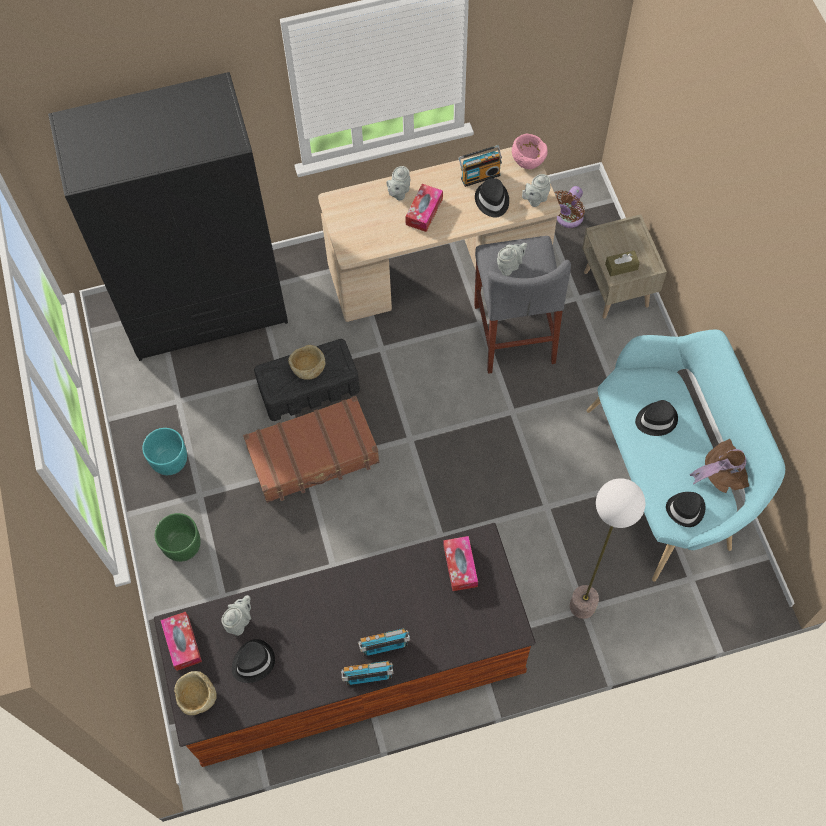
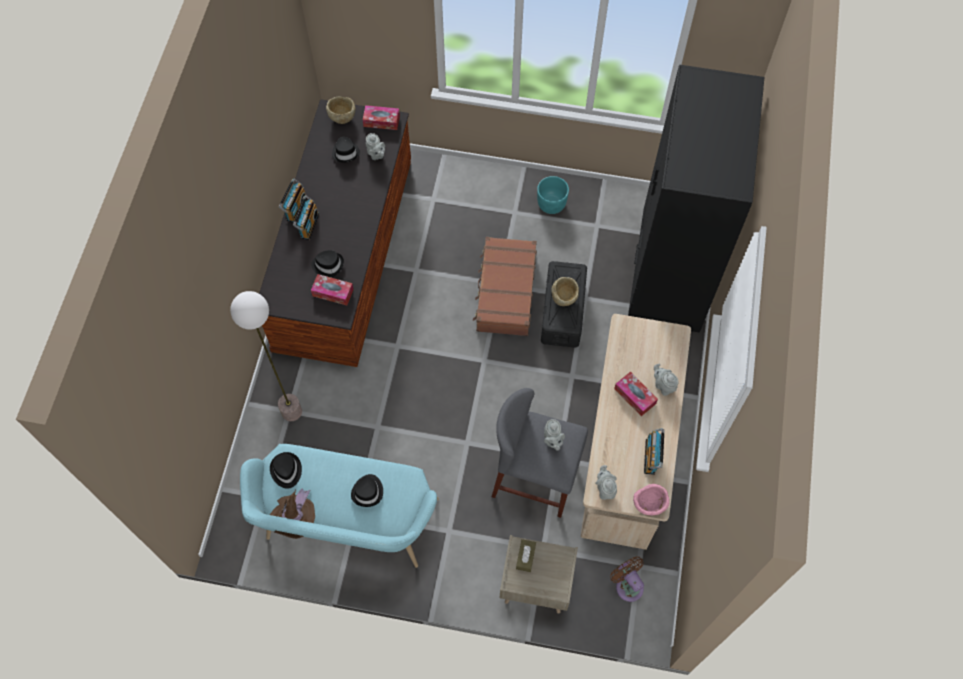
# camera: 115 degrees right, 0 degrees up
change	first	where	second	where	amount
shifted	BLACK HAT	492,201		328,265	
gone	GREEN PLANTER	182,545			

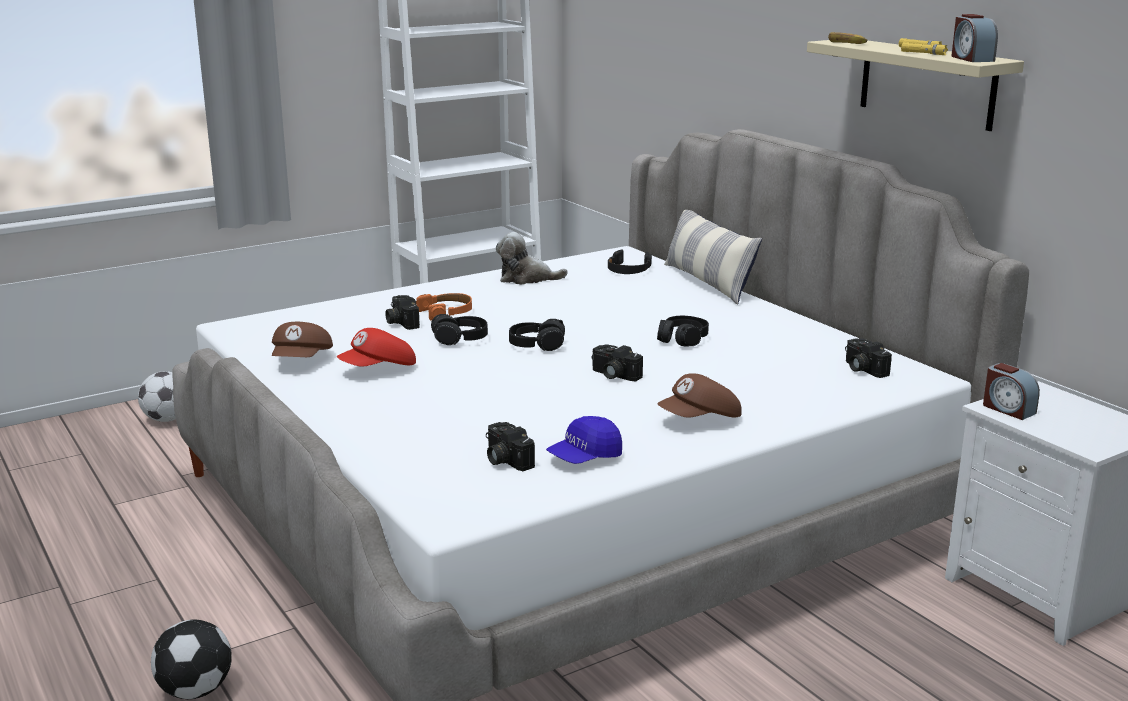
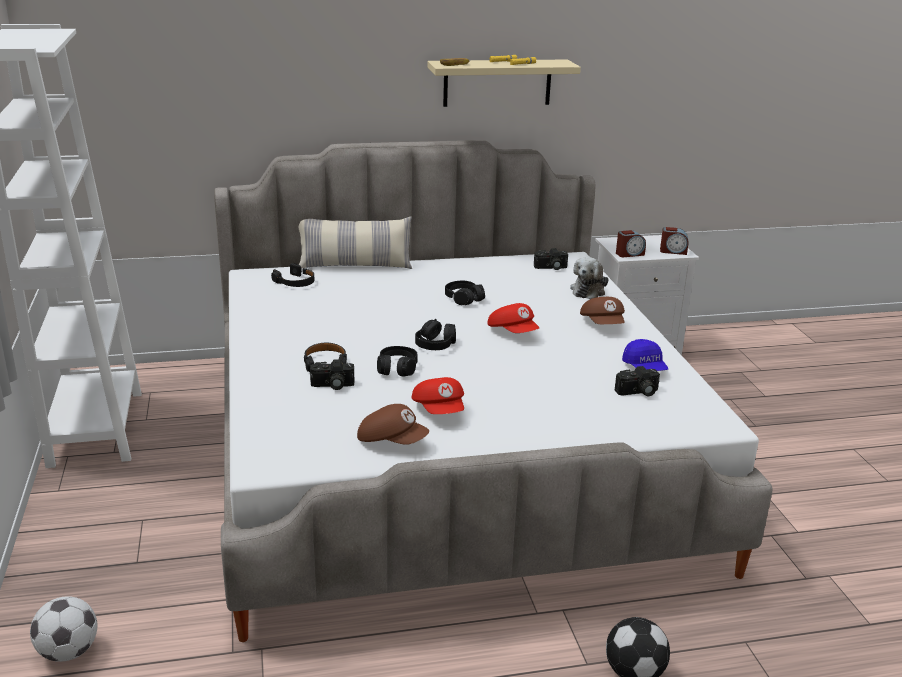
# camera: 70 degrees left, 5 degrees up
change	first	where	second	where	amount
repainted	ORANGE HEADPHONES	446,312	BLACK HEADPHONES	325,363	
swapped	PHOTO CAMERA	613,375	RED CAP	513,332	
shifted	PLUSH TOY	526,278		588,290	
shifted	ALARM CLOCK	971,59		673,251	

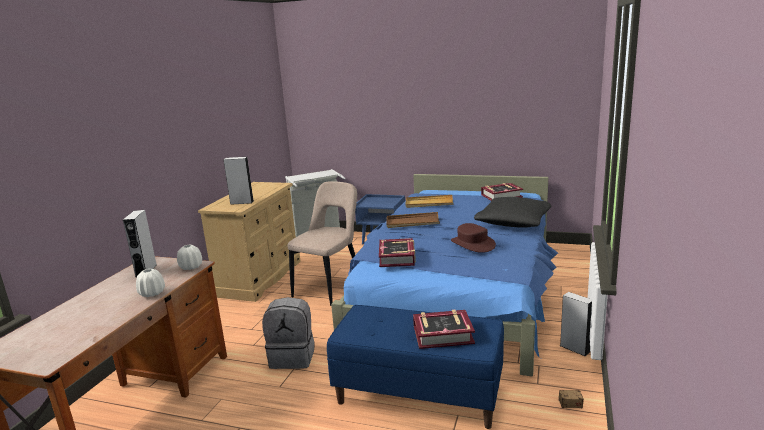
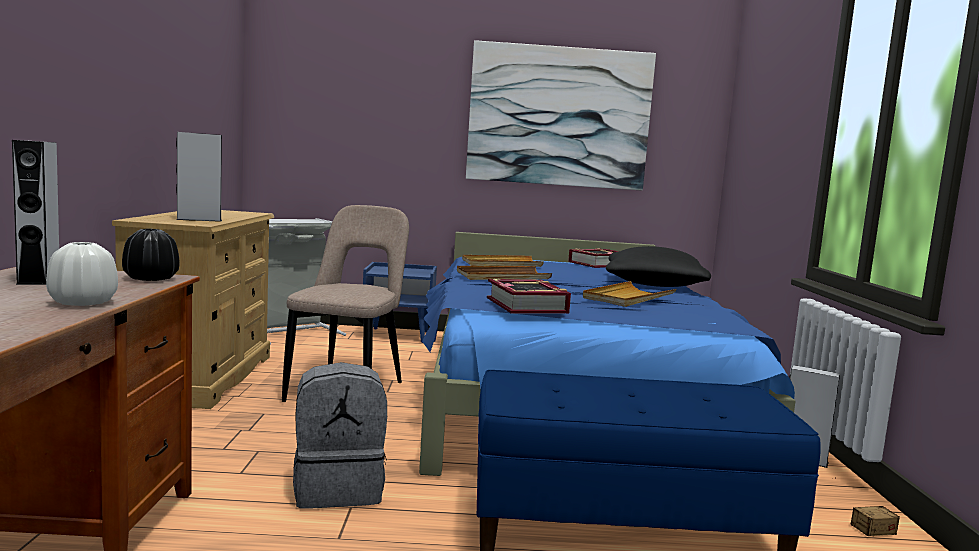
# camera: 20 degrees left, 10 degrees down
change	first	where	second	where	amount
repainted	WHITE VASE	191,267	BLACK VASE	151,279	
new			PICTURE	559,117	
swapped	BROWN HAT	472,244	BEIGE TRAY	628,298	
gone	BOOK	443,334			

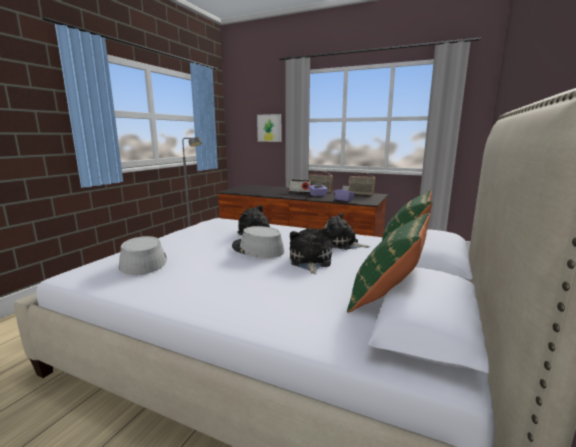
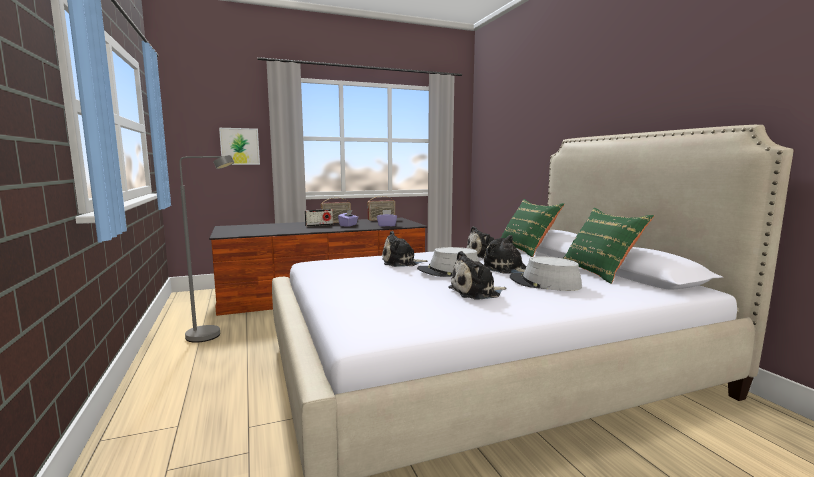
# camera: 45 degrees left, 5 degrees down
change	first	where	second	where	amount
new			PLUSH TOY	477,292	
shifted	GREY HAT	143,262		544,283	

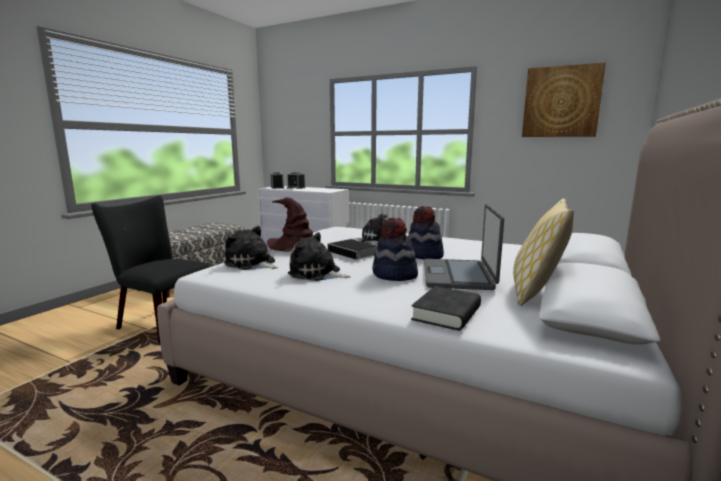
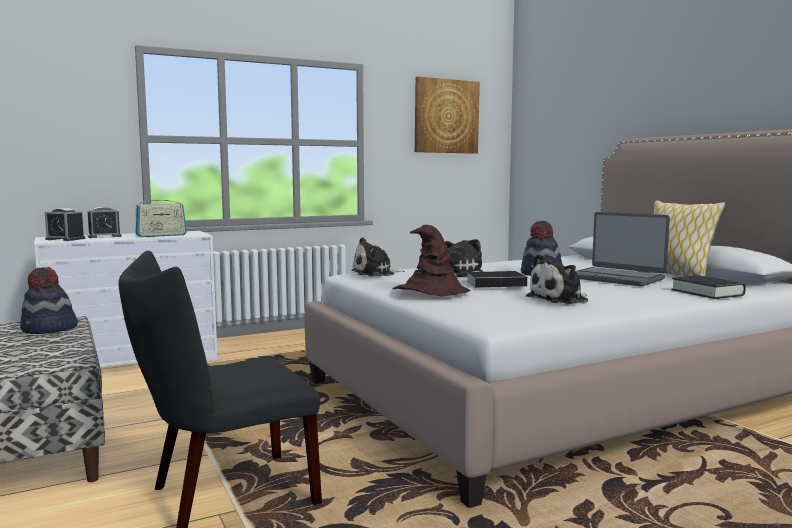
# camera: 55 degrees left, 5 degrees down
change	first	where	second	where	amount
shifted	HAT	394,275		49,329	
new			RADIO	161,235	
shifted	PLUSH TOY	252,264		375,273	

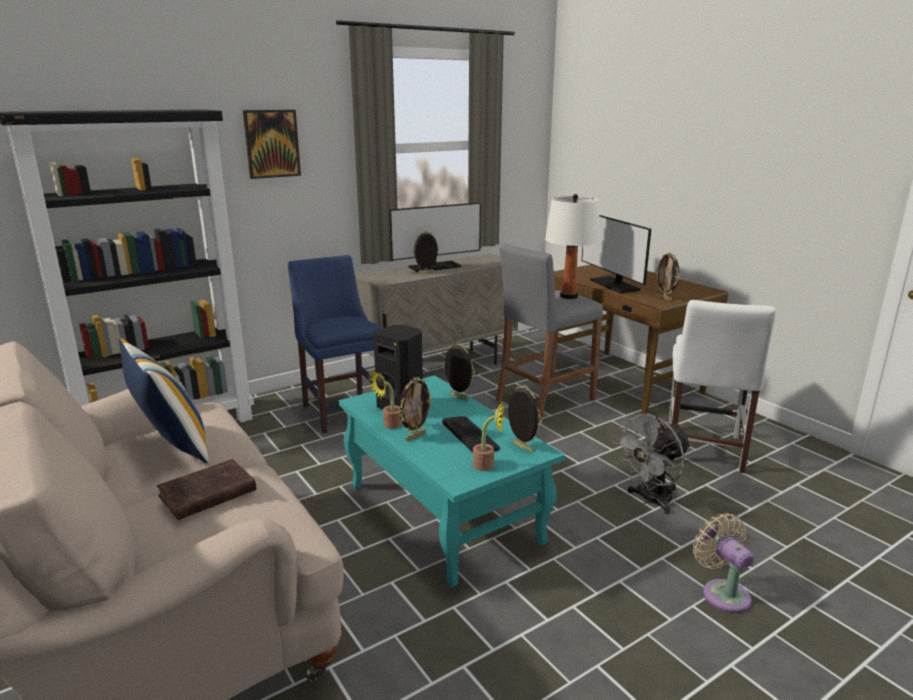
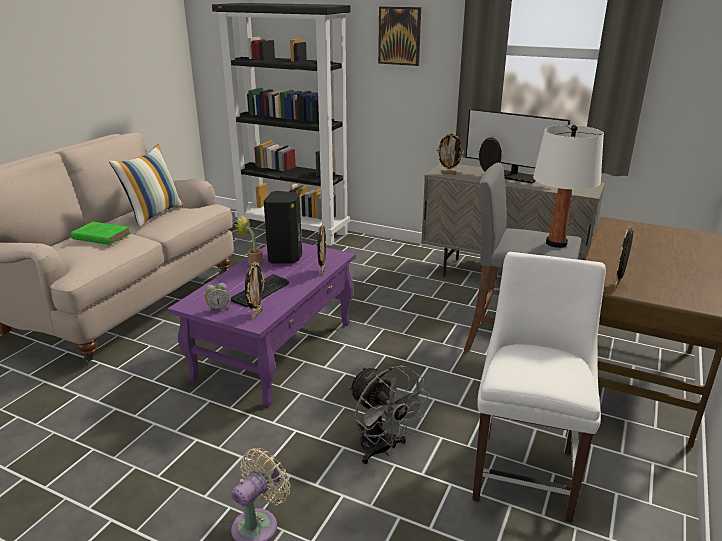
# camera: 60 degrees right, 5 degrees up
change	first	where	second	where	amount
repainted	BROWN BOOK	205,494	GREEN BOOK	100,236	
repainted	TURQUOISE COFFEE TABLE	442,512	PURPLE COFFEE TABLE	276,349	
swapped	POTTED PLANT	487,465	ALARM CLOCK	218,308	
rotated	GREY FAN	650,500		382,449	150 degrees counterclockwise
shifted	PICTURE FRAME	415,436		448,173	
rotated	WHITE CHAIR	703,451		525,470	120 degrees clockwise
gone	BLUE CHAIR	342,410			
gone	MONITOR	614,285			

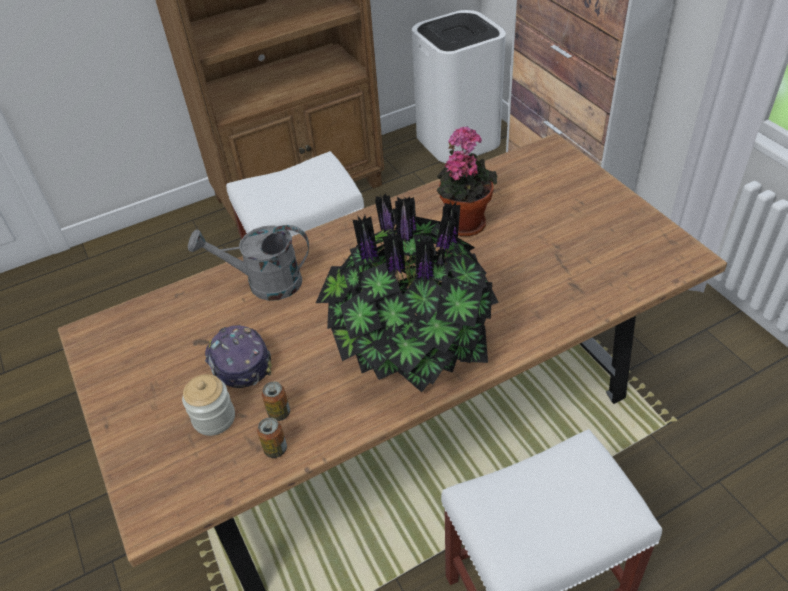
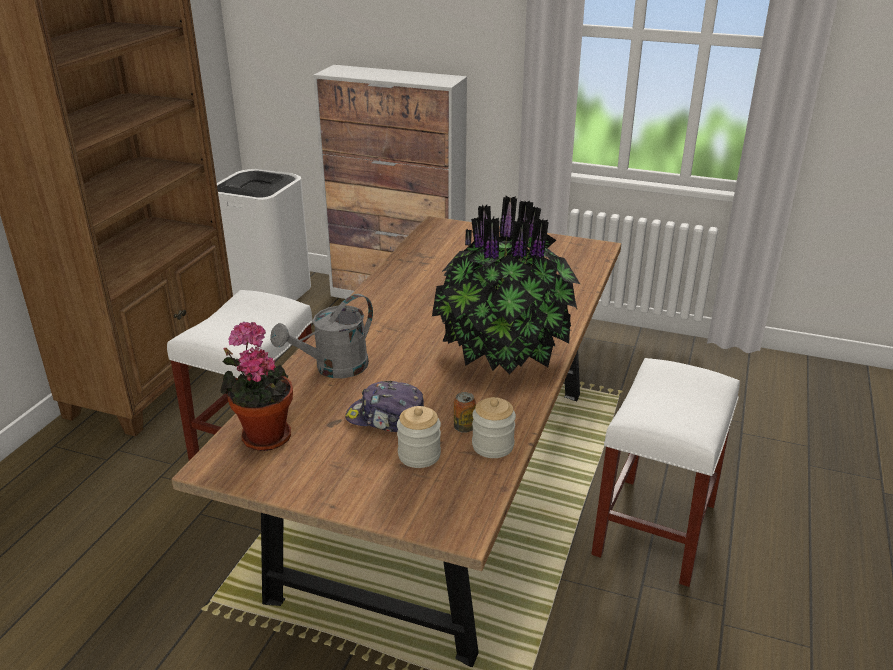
# camera: 45 degrees left, 15 degrees down
change	first	where	second	where	amount
shifted	POTTED PLANT	464,221		263,435	
swapped	CAN	275,449	JAR	492,446	

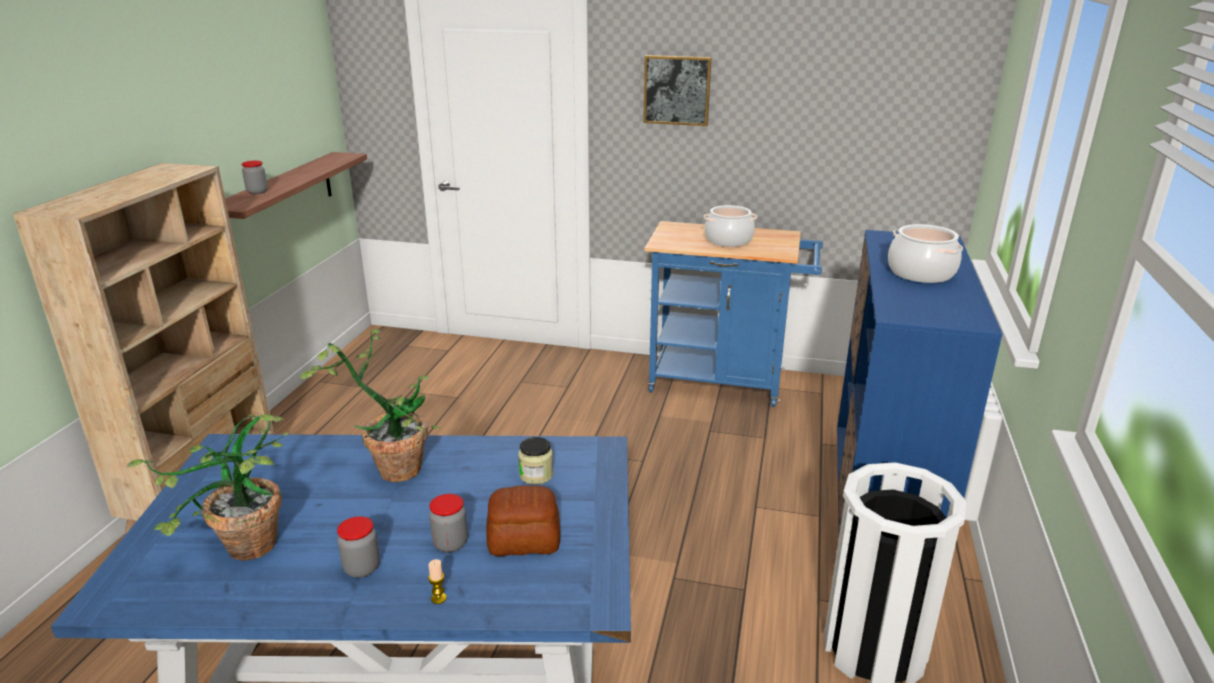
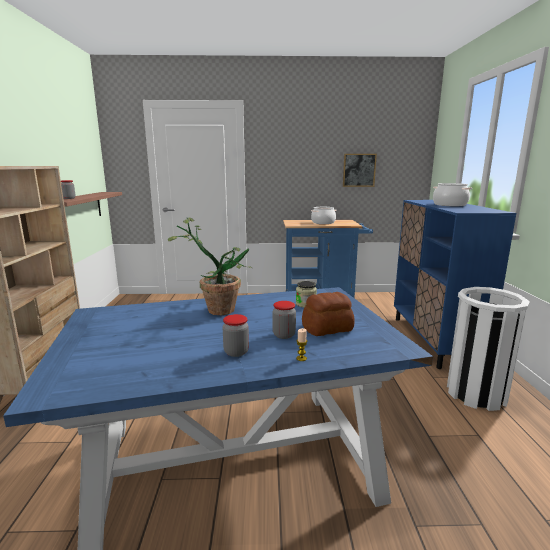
# camera: 15 degrees left, 10 degrees down
change	first	where	second	where	amount
shifted	PICTURE	677,90		359,170	
gone	POTTED PLANT	242,554			

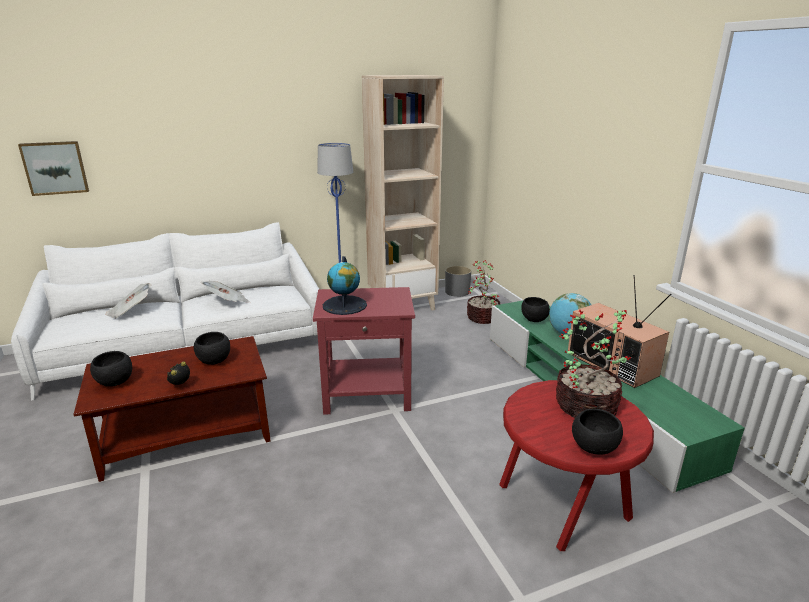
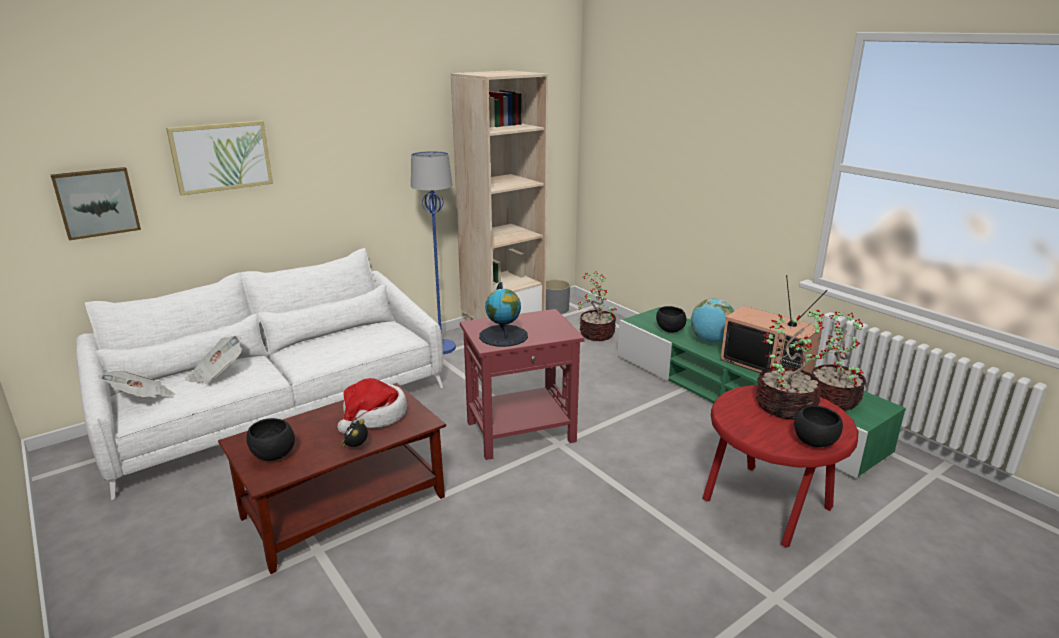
# camera: 15 degrees left, 0 degrees up
change	first	where	second	where	amount
shifted	NEWSPAPER	228,302		142,398	
new			PICTURE	221,156	
swapped	BLACK BOWL	214,361	HAT	374,416	
new			POTTED PLANT	832,398	

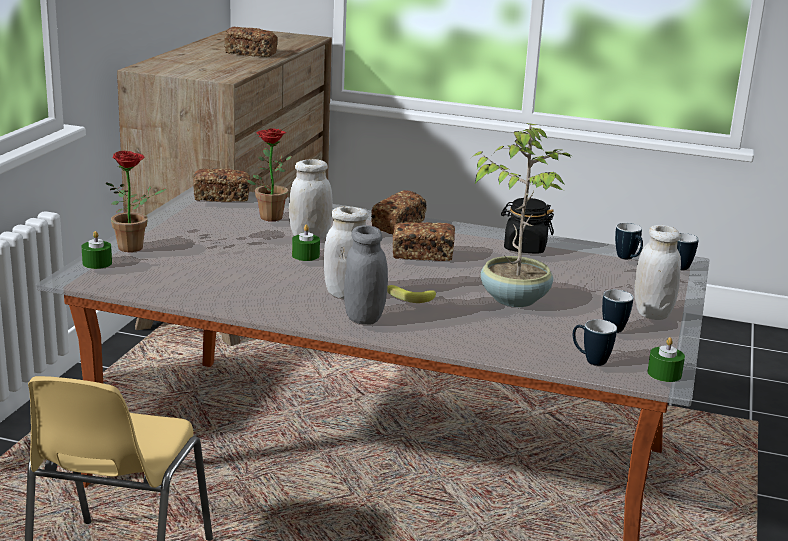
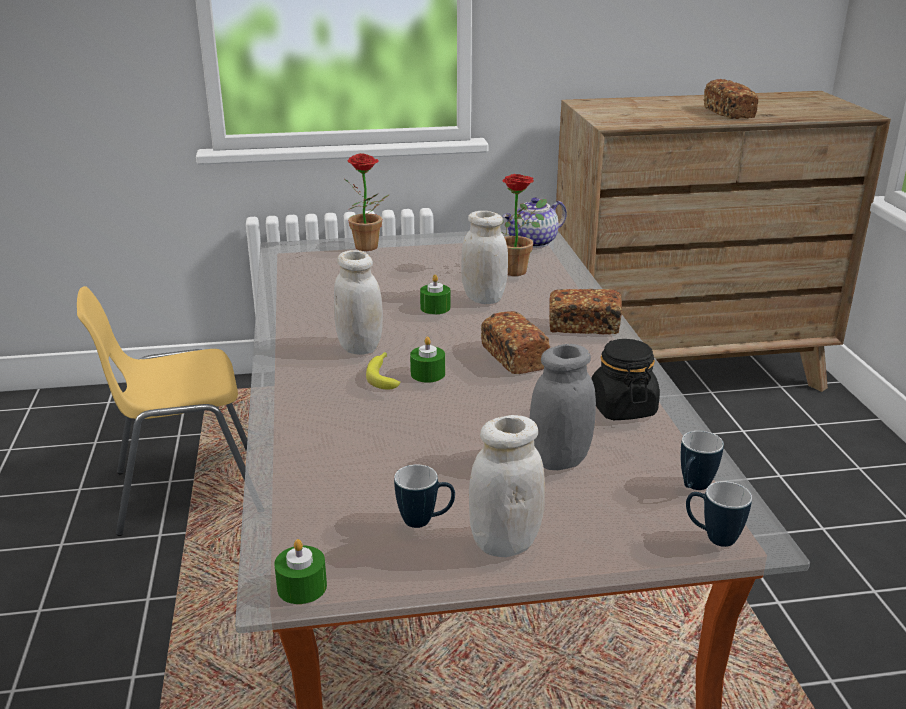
# camera: 65 degrees right, 5 degrees up
change	first	where	second	where	amount
shifted	GREEN CANDLE	97,263		427,374	
swapped	BREAD	222,197	TEAPOT	534,242	
shifted	GREY JAR	364,318		560,460	
gone	POTTED PLANT	514,298			
gone	MUG	590,360			

